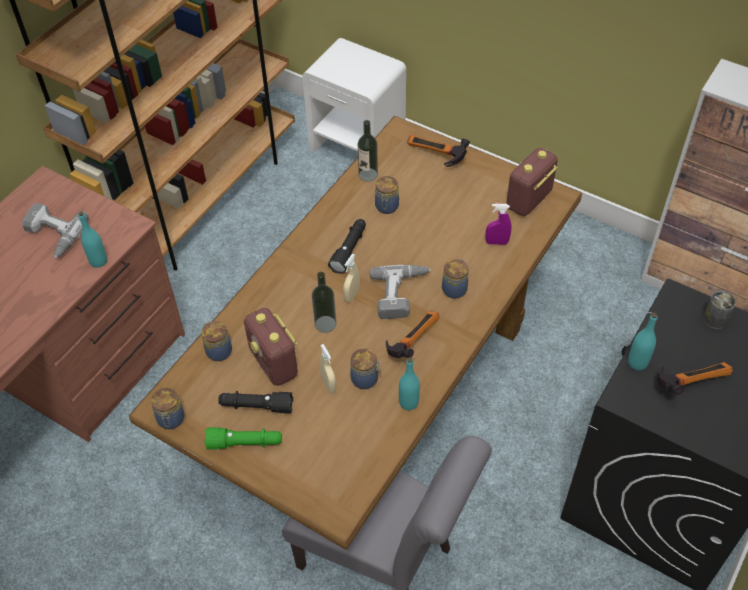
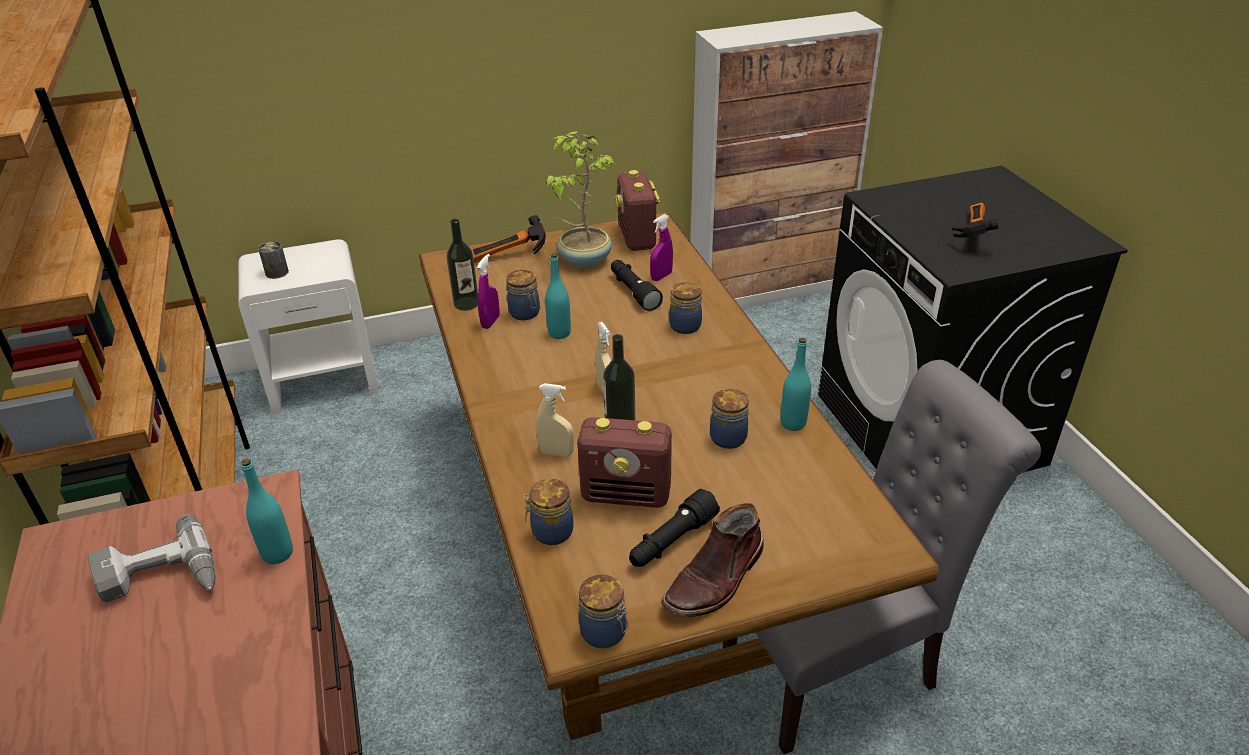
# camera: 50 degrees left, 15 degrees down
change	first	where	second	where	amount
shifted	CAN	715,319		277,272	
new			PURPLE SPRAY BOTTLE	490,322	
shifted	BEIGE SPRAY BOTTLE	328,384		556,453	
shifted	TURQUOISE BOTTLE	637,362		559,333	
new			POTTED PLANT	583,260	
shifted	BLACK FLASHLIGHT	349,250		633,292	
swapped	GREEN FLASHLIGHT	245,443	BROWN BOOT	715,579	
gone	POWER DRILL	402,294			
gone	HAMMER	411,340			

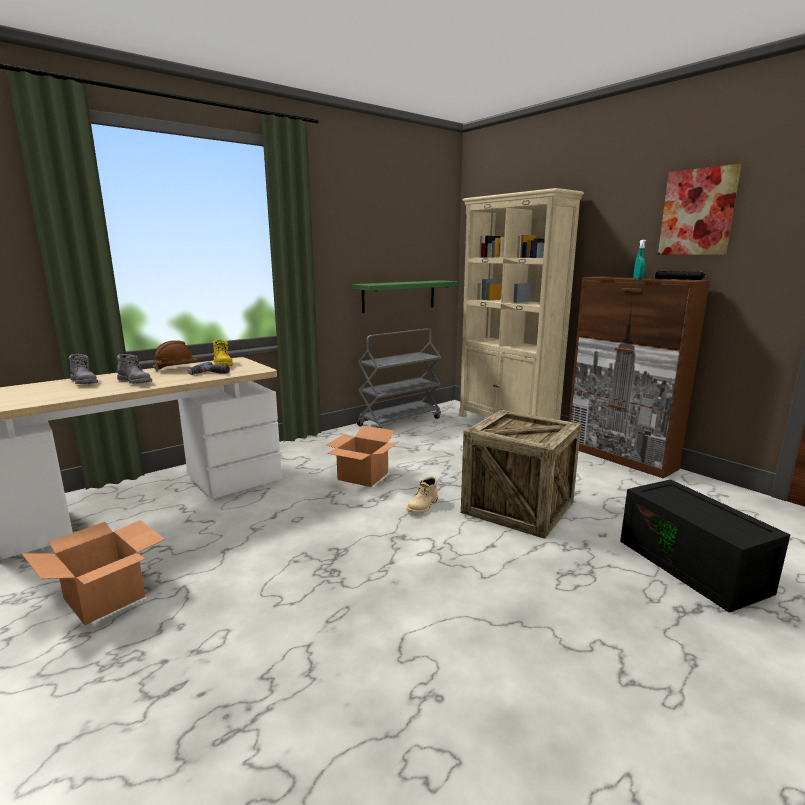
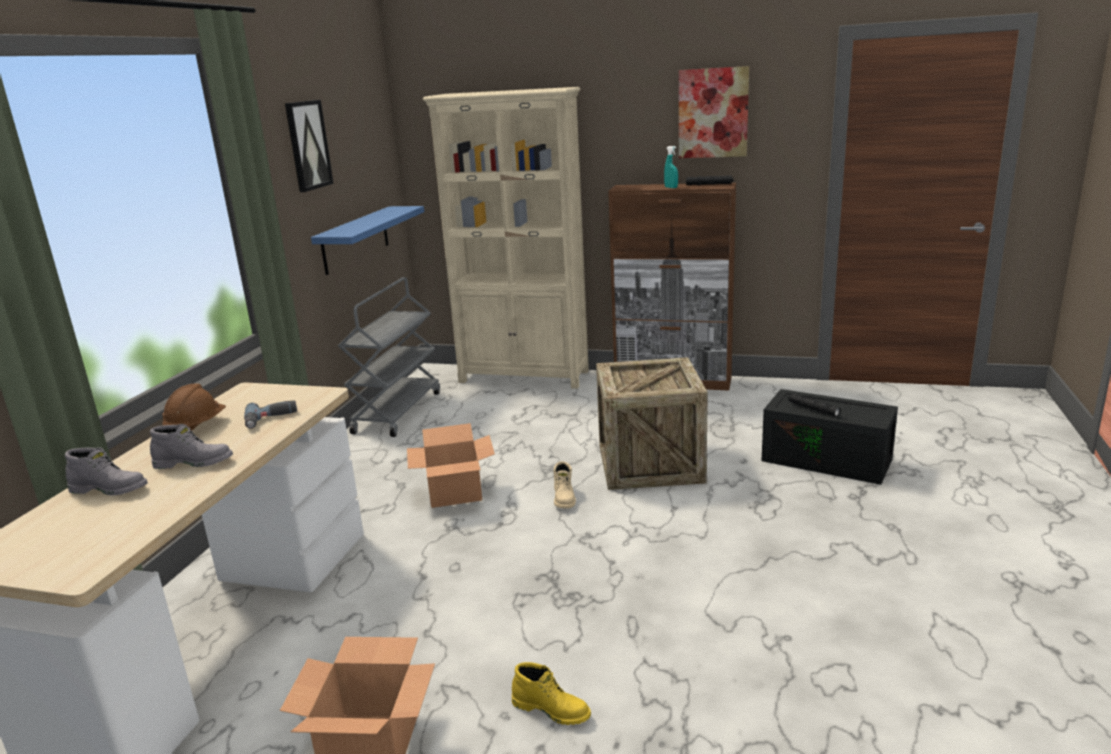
# camera: 35 degrees left, 5 degrees up
change	first	where	second	where	amount
new			PICTURE	308,145	
repainted	GREEN SHELF	399,296	BLUE SHELF	355,239	
shifted	YELLOW BOOT	223,364		552,709	
new			BLACK FLASHLIGHT	813,409	

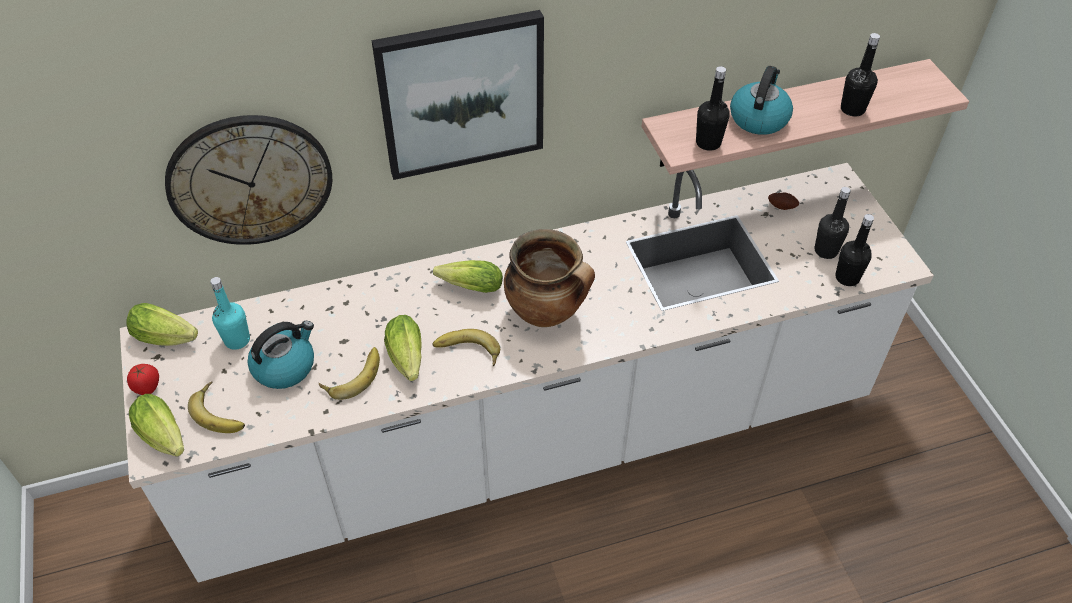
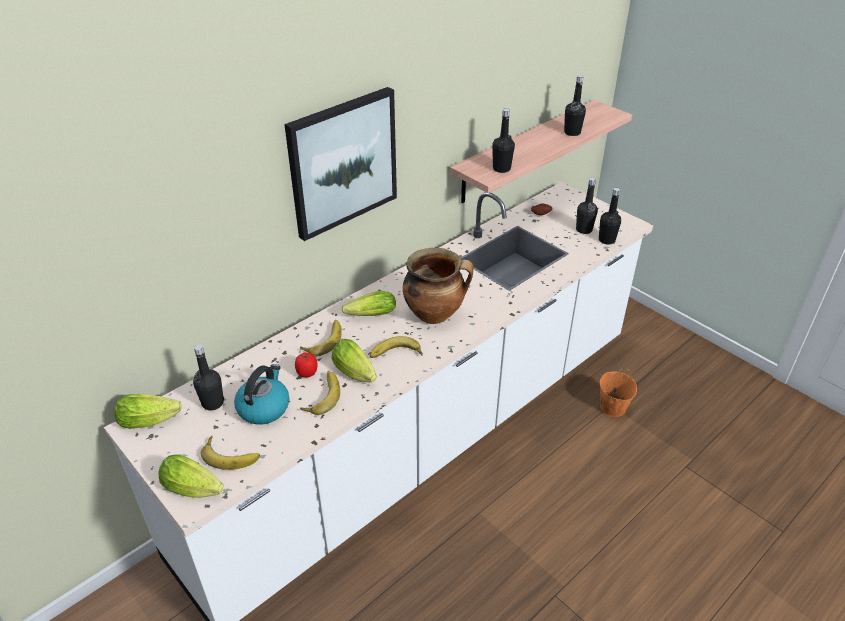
# camera: 25 degrees left, 10 degrees down
change	first	where	second	where	amount
repainted	TURQUOISE BOTTLE	237,340	BLACK BOTTLE	213,403	
shifted	TOMATO	148,388		307,373	
new			BANANA	323,340	
new			ORANGE BUCKET	612,407	
gone	WALL CLOCK	250,180			
gone	KETTLE	758,118			

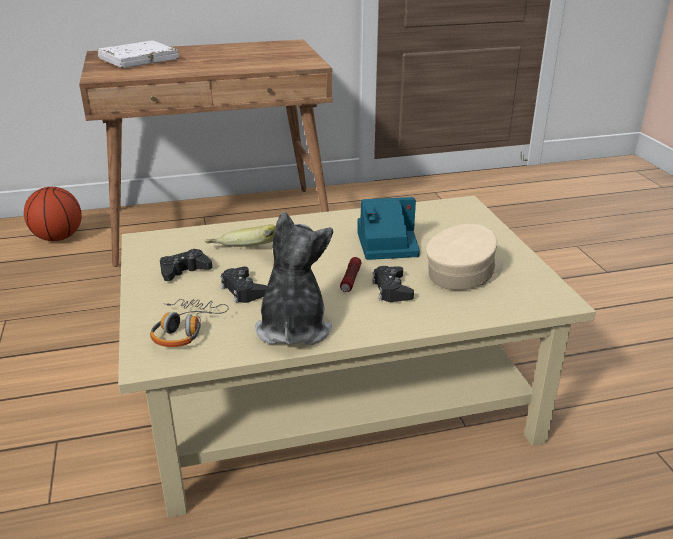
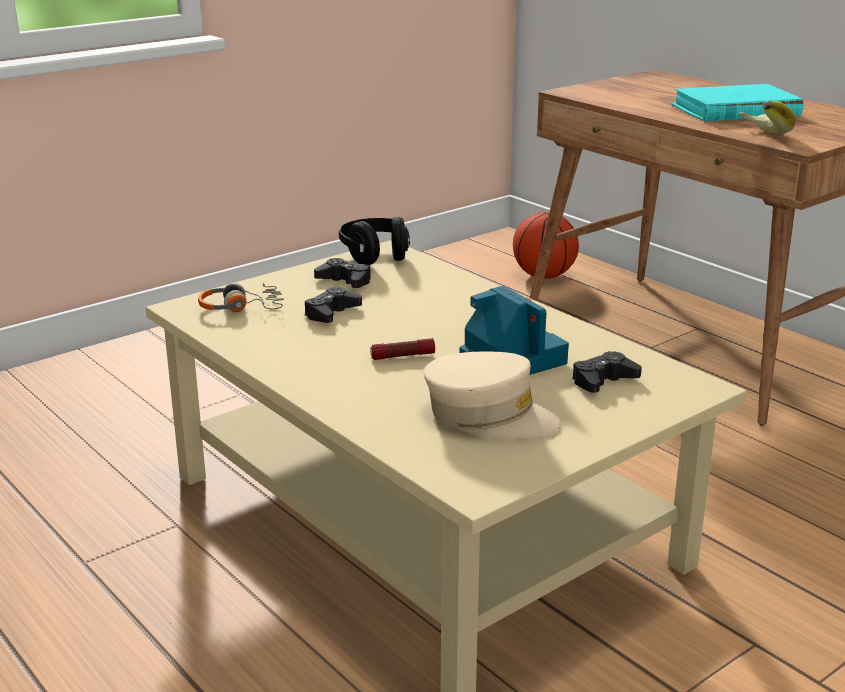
# camera: 65 degrees right, 5 degrees down
change	first	where	second	where	amount
new			BLACK HEADPHONES	375,256	
shifted	BLACK GAME CONTROLLER	391,289		603,380	
new			TURQUOISE BOOK	735,110	
shifted	BANANA	242,255		758,137	
gone	WHITE BOOK	138,60			
gone	PLUSH TOY	293,327			

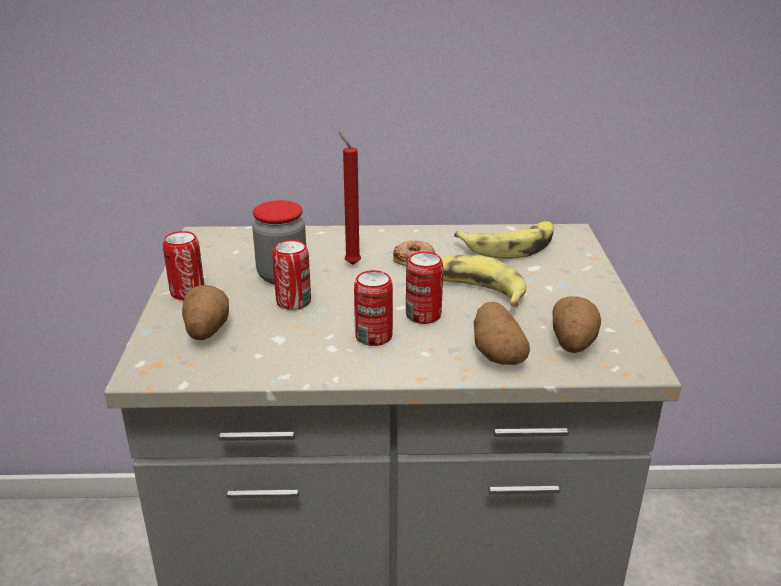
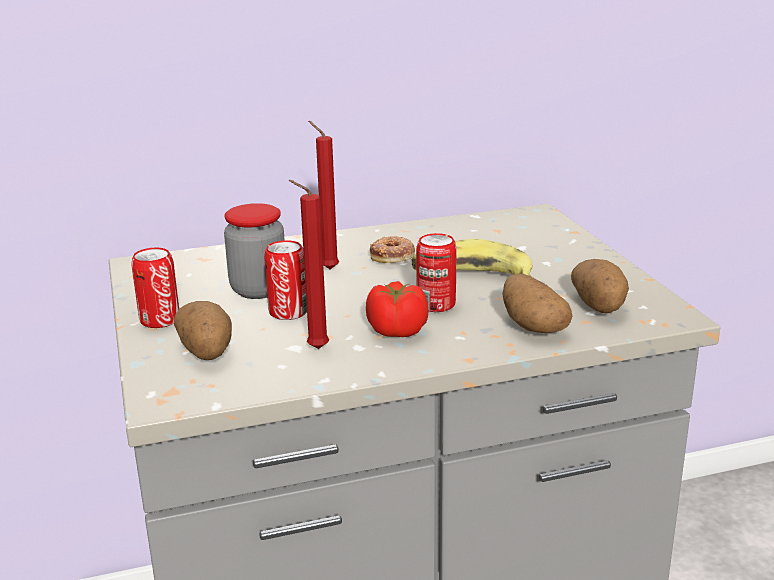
# camera: 15 degrees left, 5 degrees down
change	first	where	second	where	amount
new			RED CANDLE	314,349	
swapped	CAN	373,337	TOMATO	396,330	
gone	BANANA	510,246			

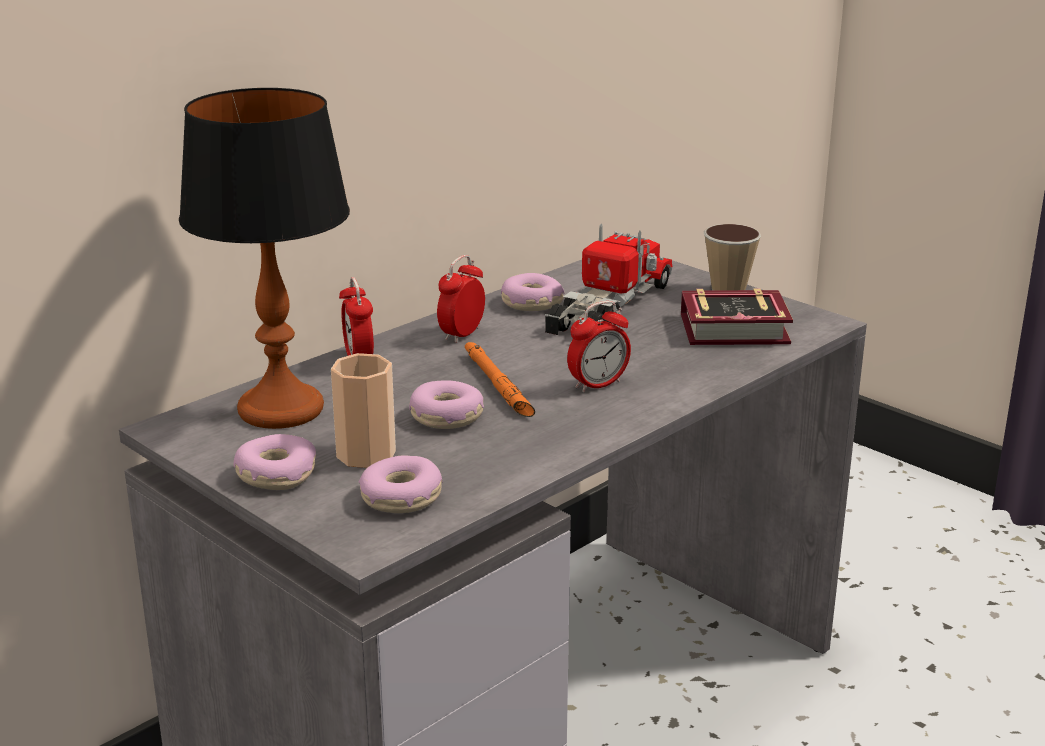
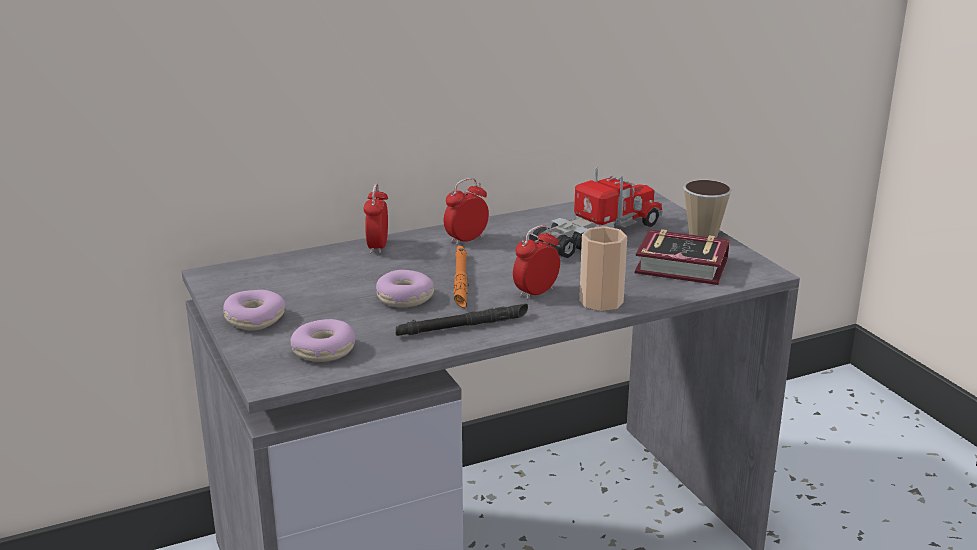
# camera: 20 degrees right, 0 degrees up
change	first	where	second	where	amount
new			BLACK FLASHLIGHT	463,326	
rotated	ALARM CLOCK	598,385		536,292	150 degrees clockwise
shifted	CUP	366,454		601,301	
gone	TABLE LAMP	279,409			
gone	DONUT	531,303			

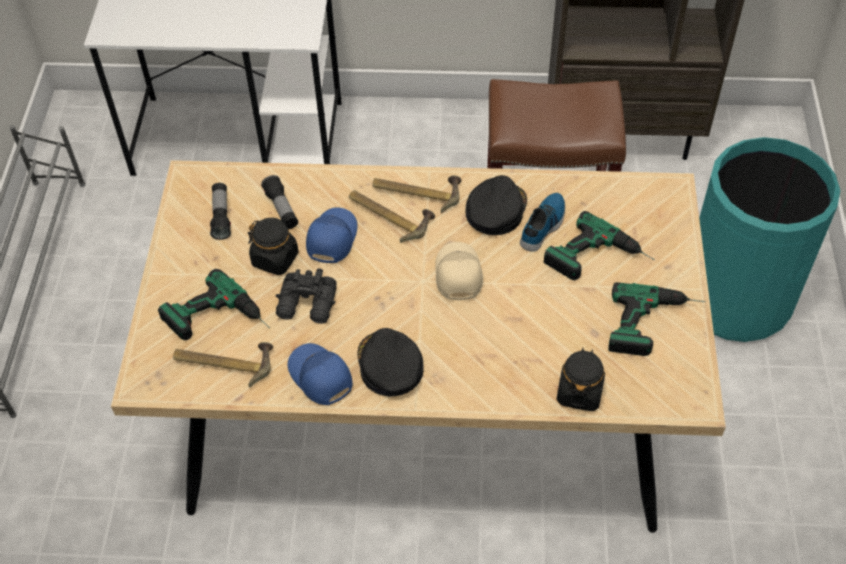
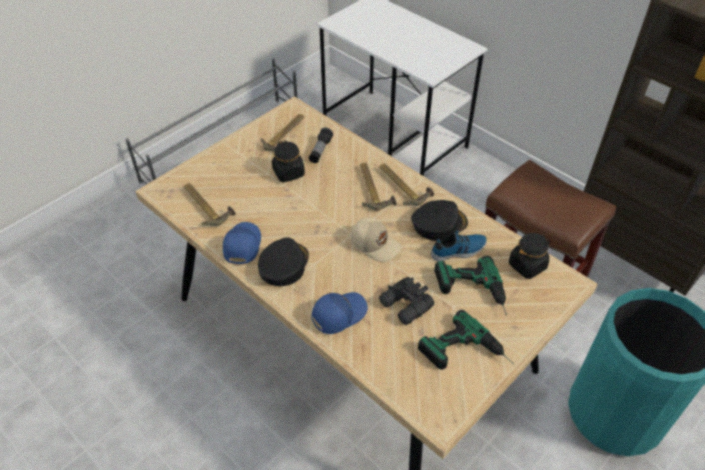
# camera: 40 degrees right, 5 degrees down
change	first	where	second	where	amount
swapped	FLASHLIGHT	221,216	HAMMER	286,136	
shifted	BLUE CAP	331,239		338,314	
rotated	BEIGE CAP	457,275		375,243	90 degrees clockwise
shifted	BLACK BINOCULARS	308,305		405,306	
shifted	BLACK JAR	579,392		527,265	
gone	POWER DRILL	219,322			

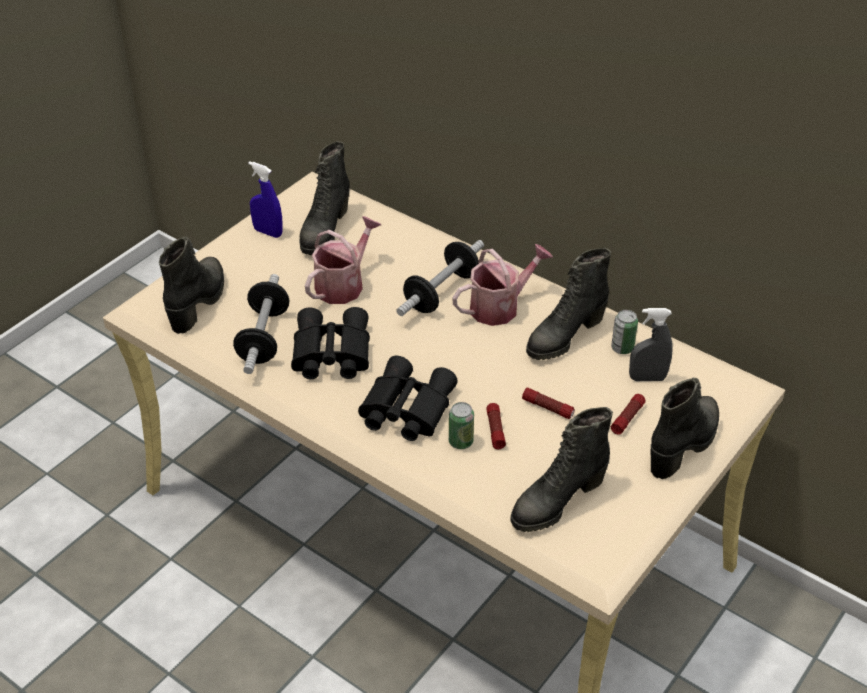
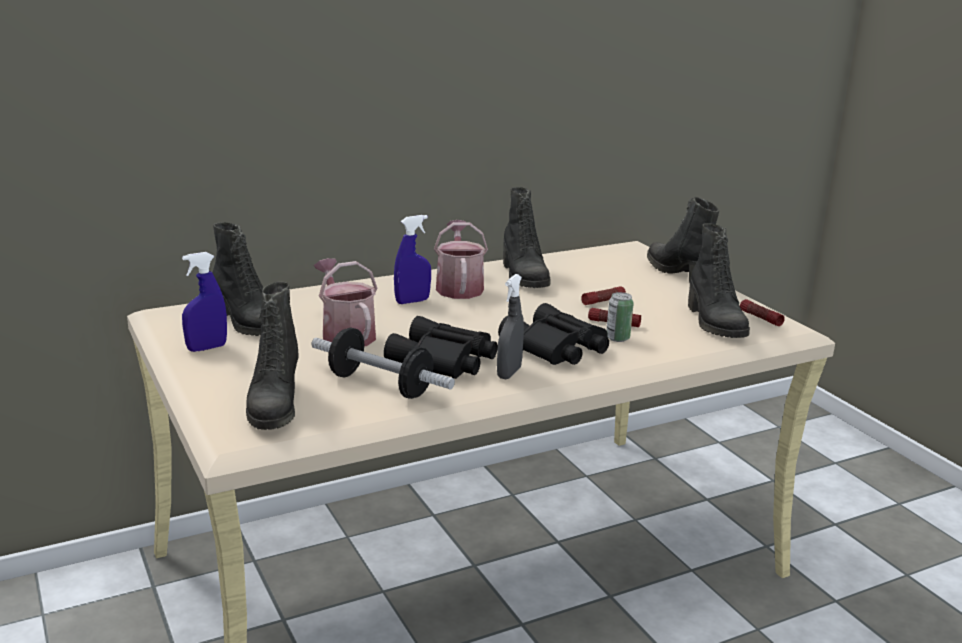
# camera: 65 degrees left, 20 degrees down
change	first	where	second	where	amount
rotated	BLACK BOOT	198,302		273,406	135 degrees counterclockwise
swapped	DUMBBELL	441,292	BLUE SPRAY BOTTLE	412,301	
shifted	GREY SPRAY BOTTLE	647,378		509,373	
shifted	FLASHLIGHT	627,418		760,318	
gone	CAN	622,348			

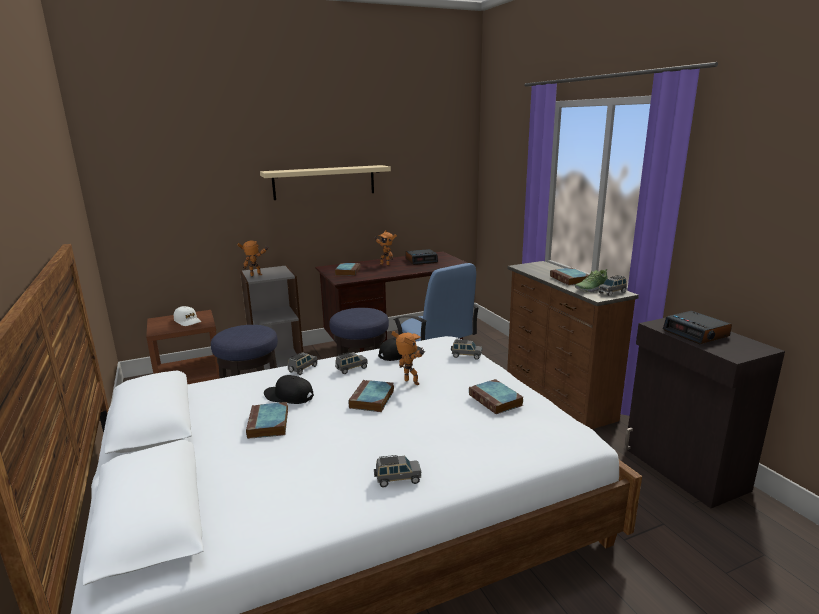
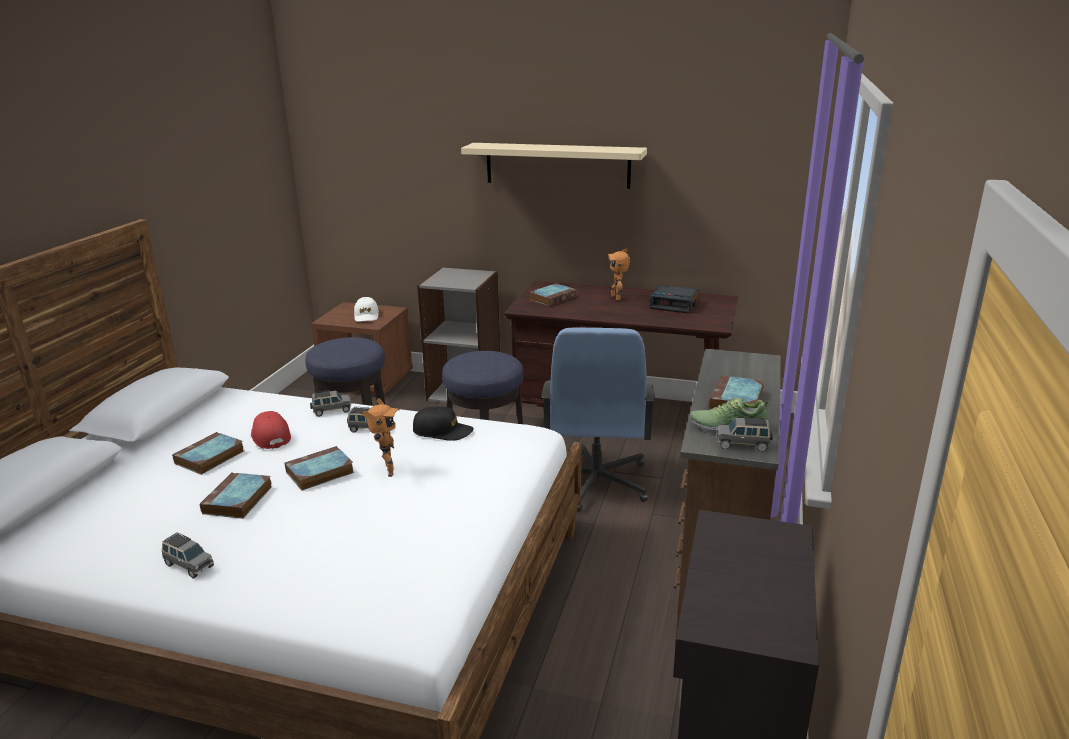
# camera: 40 degrees right, 5 degrees up
change	first	where	second	where	amount
shifted	BOOK	496,400		237,500	
repainted	BLACK CAP	289,396	RED CAP	270,436	
gone	TOY ROBOT	257,276			
gone	GREY TOY CAR	466,356			
gone	ALARM CLOCK	696,333			

